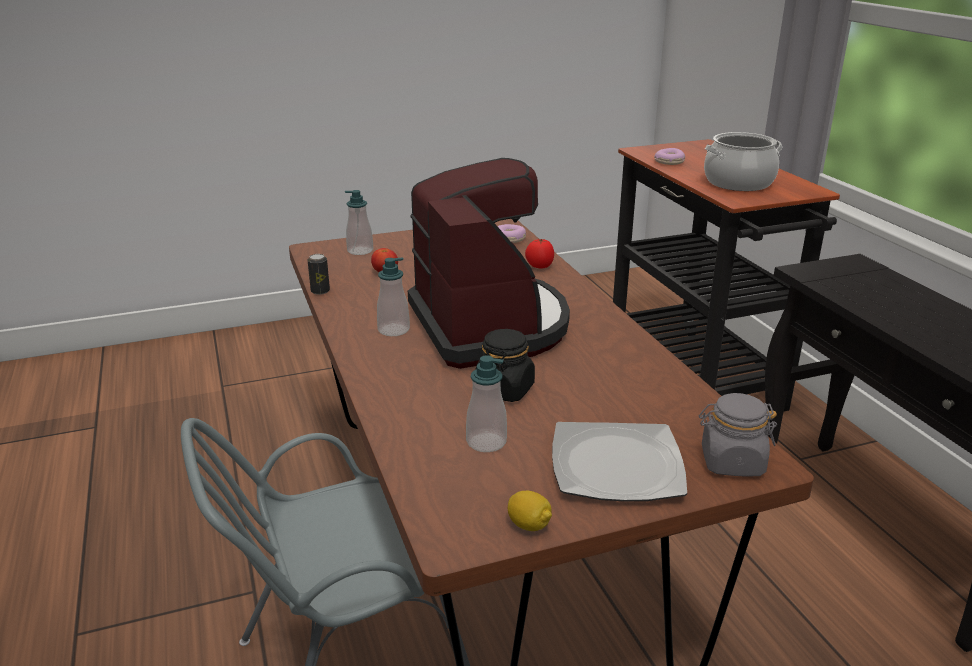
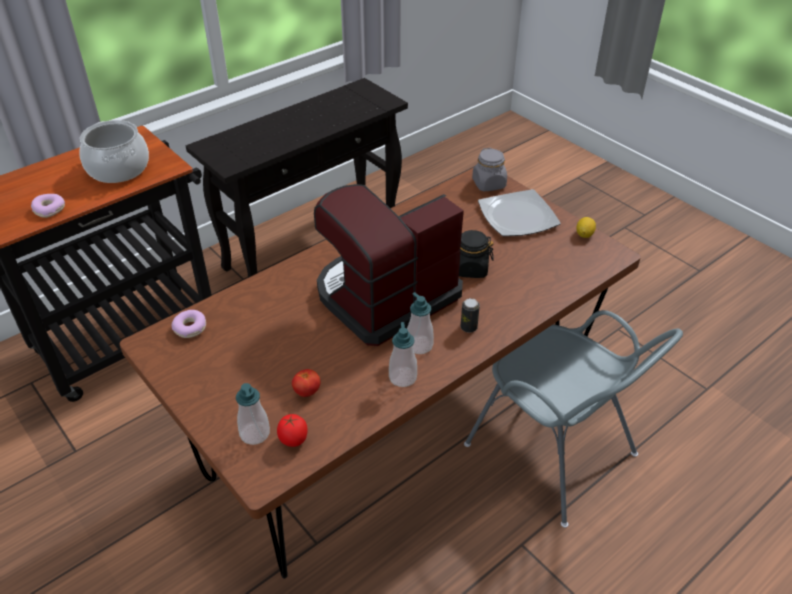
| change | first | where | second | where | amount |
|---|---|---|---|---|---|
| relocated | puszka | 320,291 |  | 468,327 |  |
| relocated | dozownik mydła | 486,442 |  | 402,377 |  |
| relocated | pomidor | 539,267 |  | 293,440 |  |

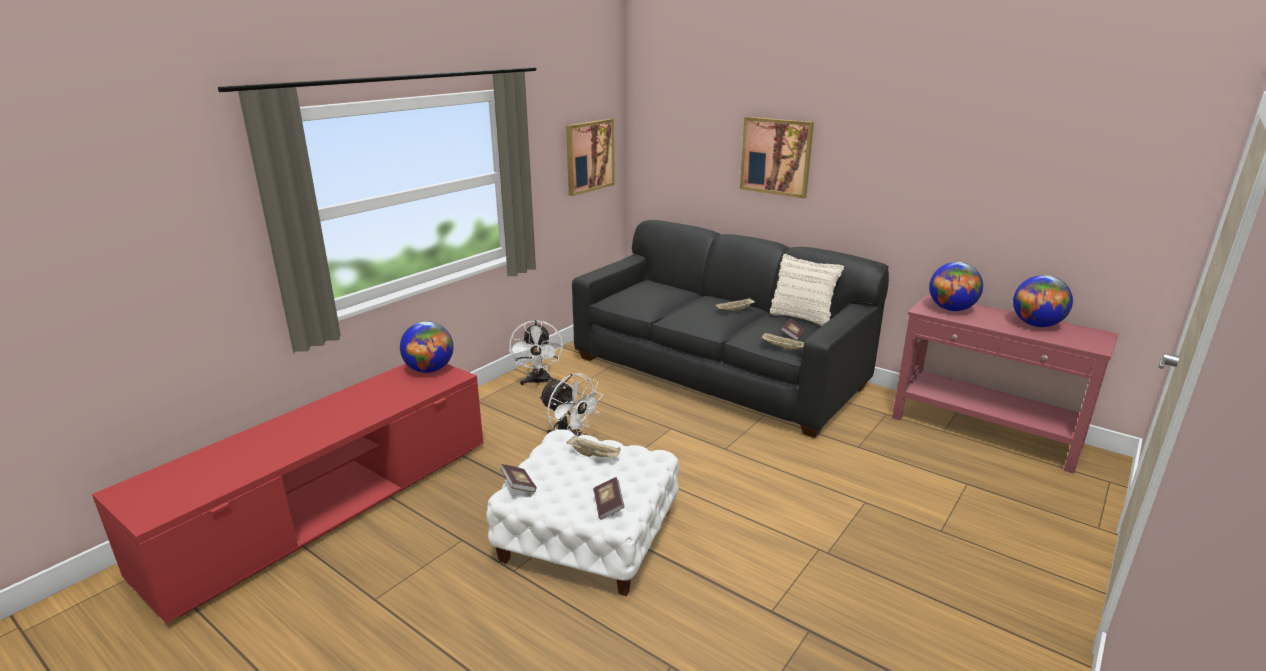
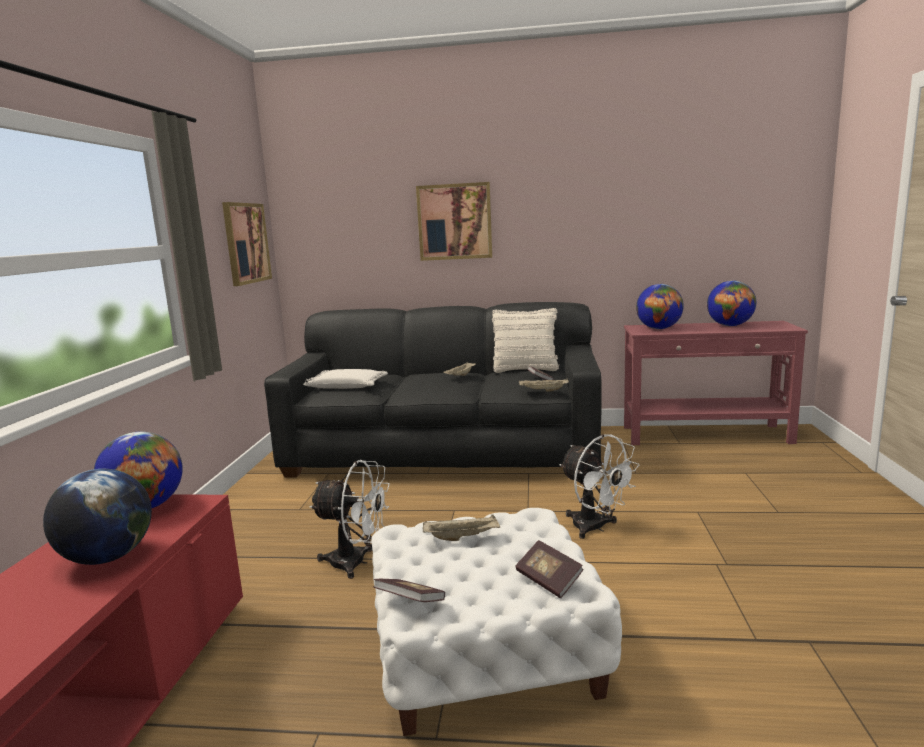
| change | first | where | second | where | amount |
|---|---|---|---|---|---|
| appeared |  |  | globus | 107,558 |  |
| appeared |  |  | poduszka (biały) | 347,384 |  |
| relocated | wentylator (biały) | 538,382 |  | 595,528 |  |

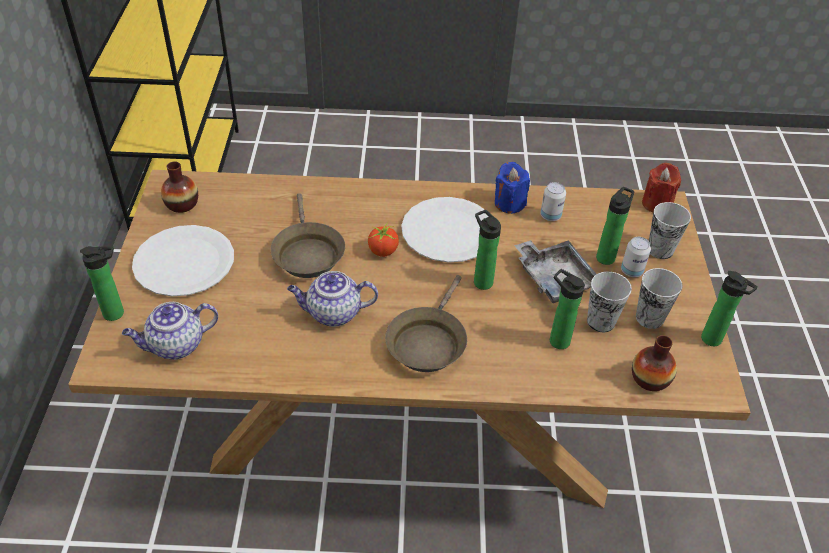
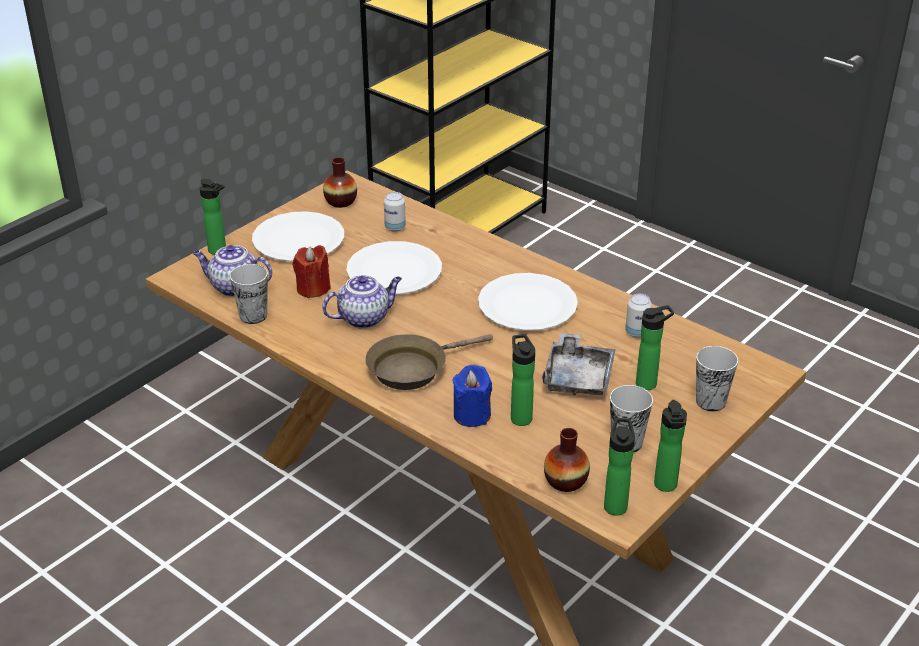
| change | first | where | second | where | amount |
|---|---|---|---|---|---|
| missing | pomidor | 383,251 |  |  |  |
| relocated | butelka | 481,280 |  | 615,504 |  |
| relocated | świeca (niebieski) | 509,203 |  | 472,415 |  |
| relocated | filiżanka | 601,321 |  | 253,316 |  |
| relocated | puszka | 631,271 |  | 395,227 |  |
| relocated | świeca (czerwony) | 657,204 |  | 313,289 |  |
| exchanged | patelnia (brązowy) | 307,253 | talerz (biały) | 394,271 |  |
| spun | imbryk | 333,313 |  | 364,318 | 120 degrees clockwise |

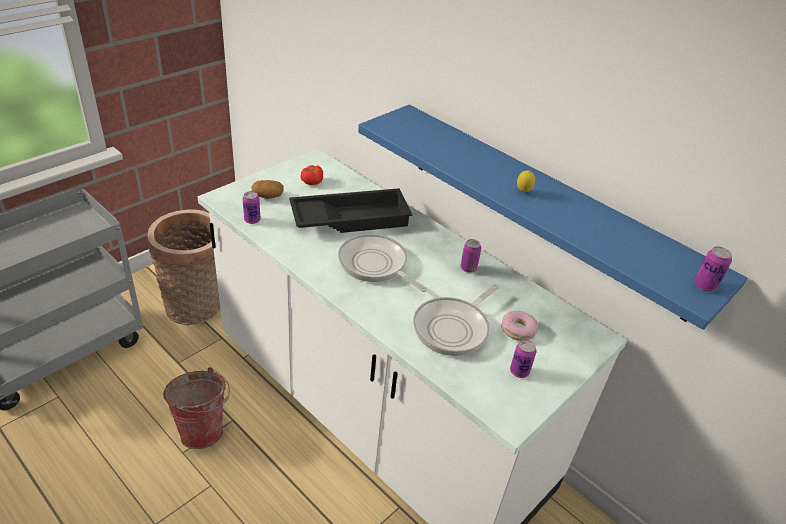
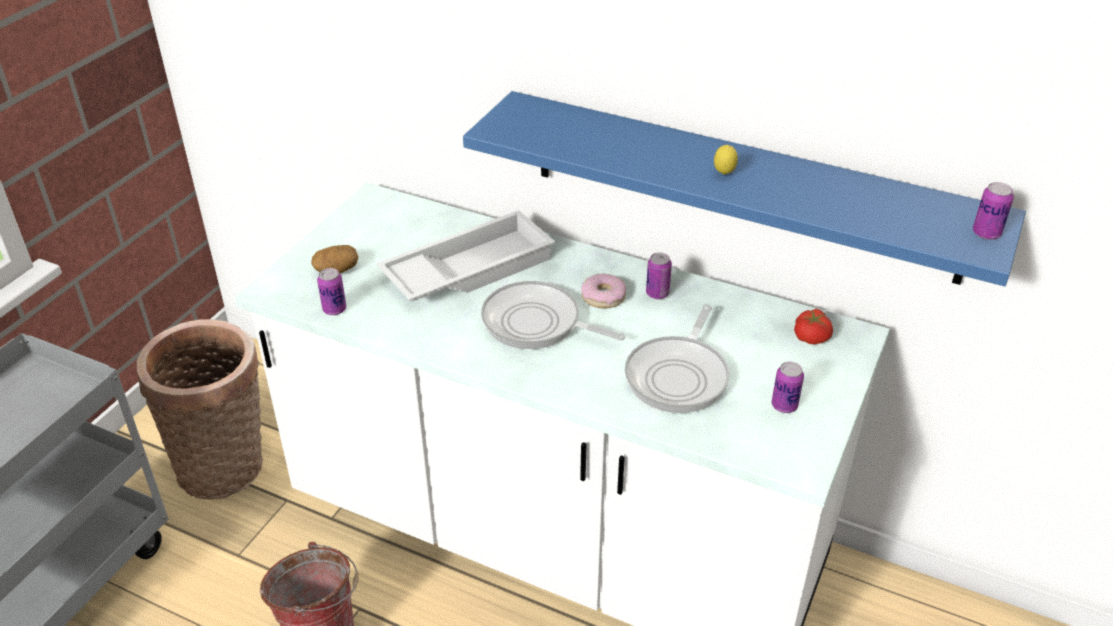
| change | first | where | second | where | amount |
|---|---|---|---|---|---|
| relocated | pomidor | 312,182 |  | 812,337 |  |
| relocated | donut | 518,330 |  | 603,297 |  |
| colour | taca (czarny) | 350,217 | taca (biały) | 468,268 |  |

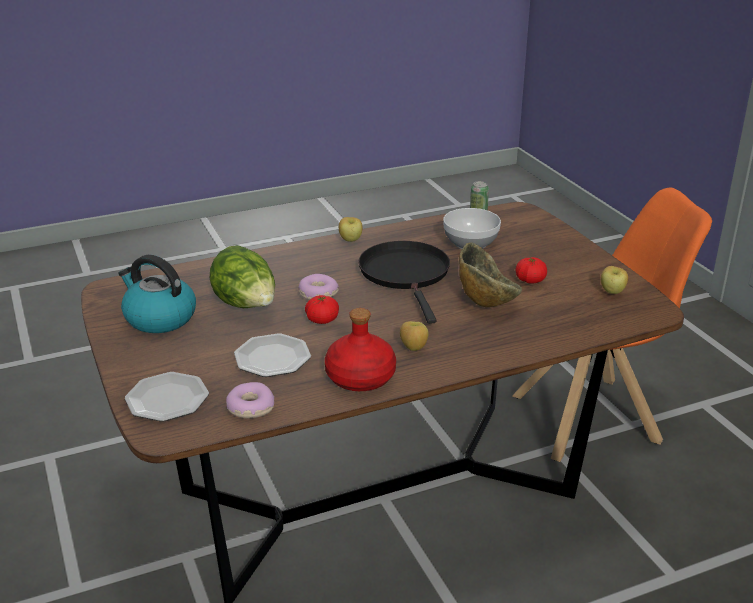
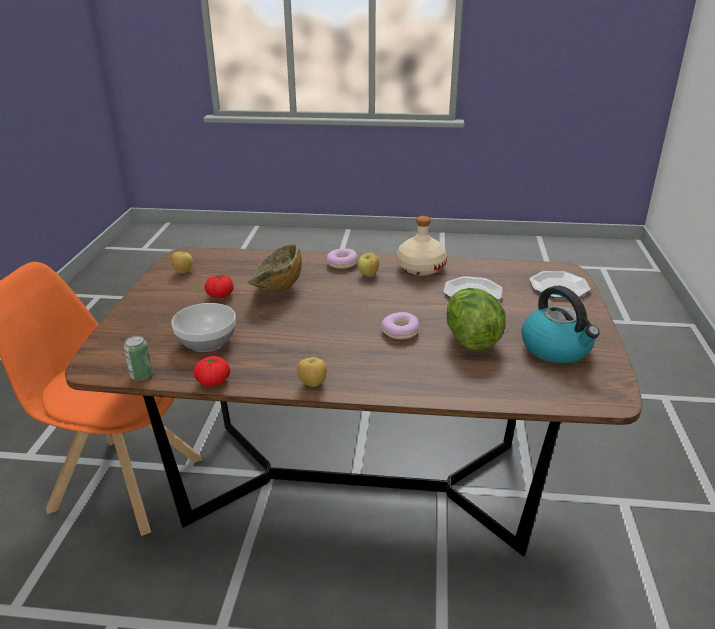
| change | first | where | second | where | amount |
|---|---|---|---|---|---|
| missing | patelnia (czarny) | 406,274 |  |  |  |
| relocated | donut | 250,407 |  | 342,264 |  |
| relocated | pomidor | 322,320 |  | 213,381 |  |
| colour | butelka (czerwony) | 361,377 | butelka (beżowy) | 420,268 |  |

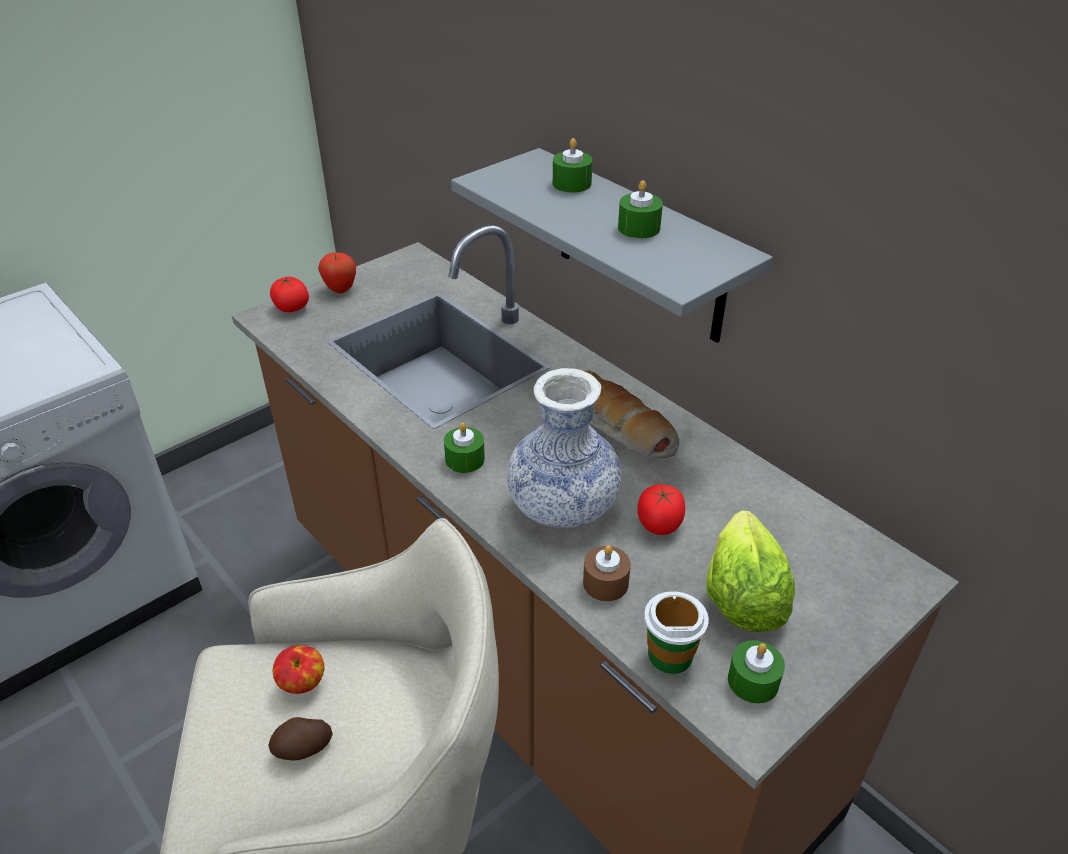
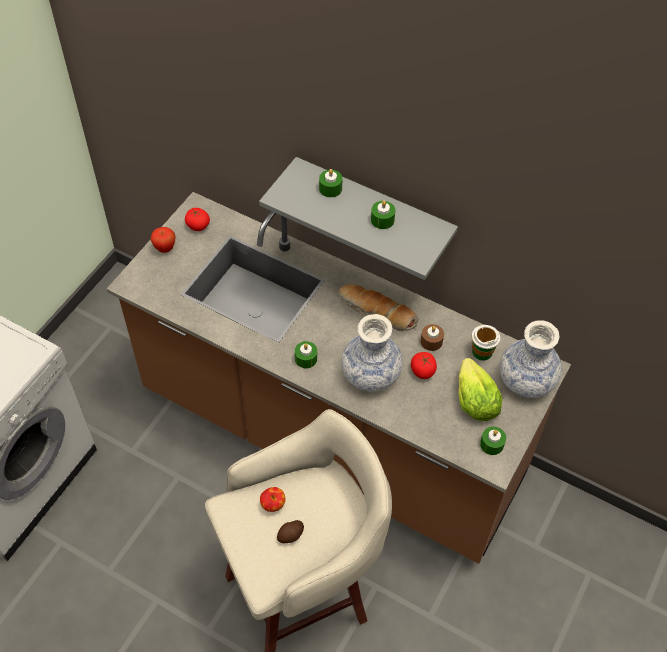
| change | first | where | second | where | amount |
|---|---|---|---|---|---|
| appeared |  |  | wazon | 526,380 |  |
| relocated | pomidor | 291,308 |  | 198,226 |  |
| relocated | świeca (brązowy) | 605,583 |  | 431,341 |  |
| relocated | filiżanka | 670,655 |  | 482,352 |  |

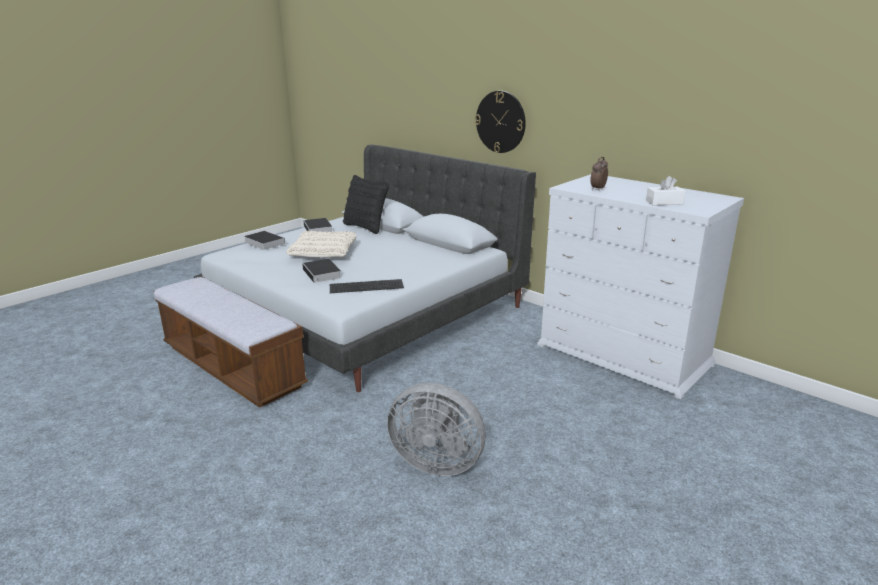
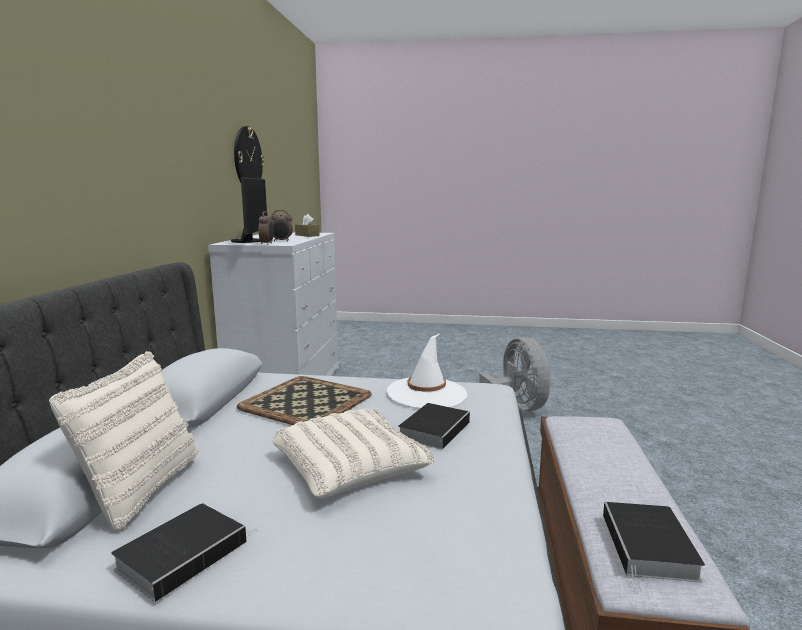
| change | first | where | second | where | amount |
|---|---|---|---|---|---|
| appeared |  |  | monitor | 250,241 |  |
| appeared |  |  | taca | 307,401 |  |
| appeared |  |  | budzik | 267,244 |  |
| relocated | książka | 263,242 |  | 650,548 |  |
| relocated | zegar ścienny | 500,122 |  | 247,159 |  |
| exchanged | klawiatura | 367,286 | kapelusz (biały) | 427,393 |  |
| colour | poduszka (czarny) | 366,228 | poduszka (beżowy) | 142,491 |  |
| colour | pudełko chusteczek (biały) | 664,202 | pudełko chusteczek (brązowy) | 307,235 |  |

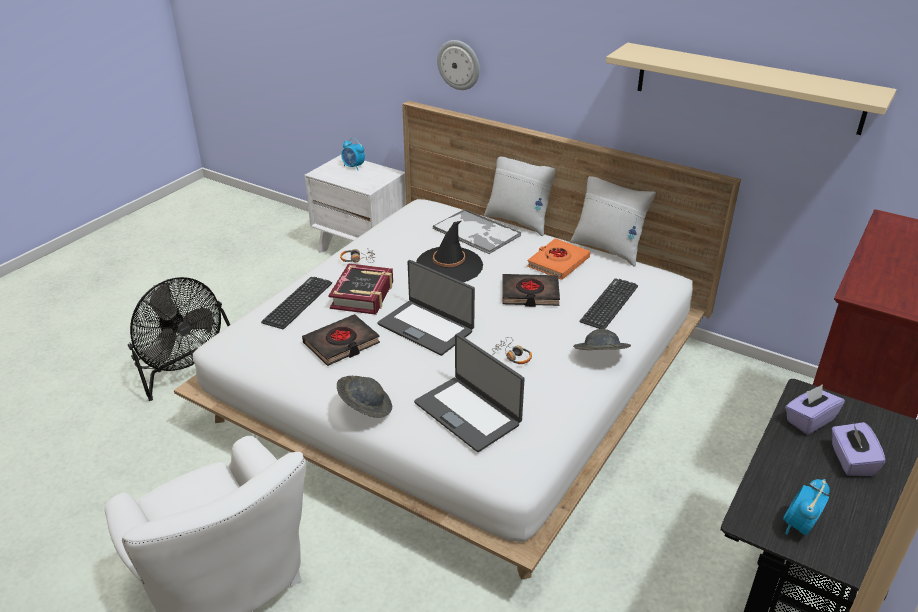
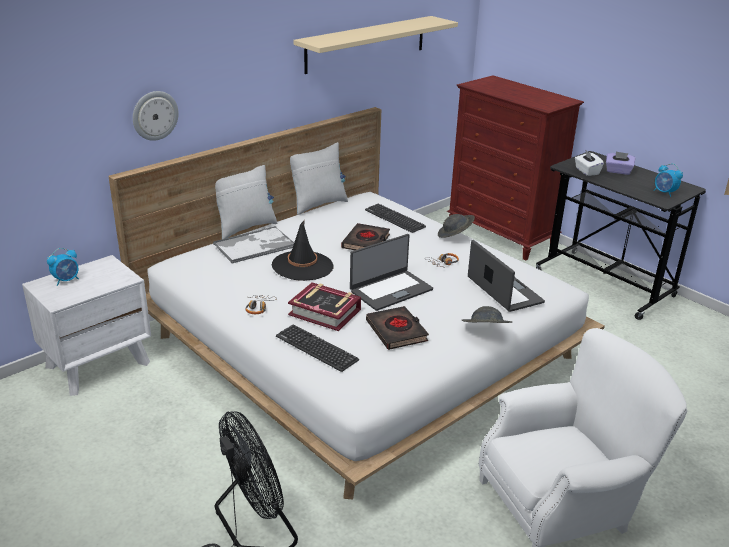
| change | first | where | second | where | amount |
|---|---|---|---|---|---|
| missing | książka (pomarańczowy) | 558,262 |  |  |  |
| colour | pudełko chusteczek (fioletowy) | 809,420 | pudełko chusteczek (biały) | 586,171 |  |
| spun | laptop | 468,413 |  | 503,291 | 90 degrees counterclockwise |

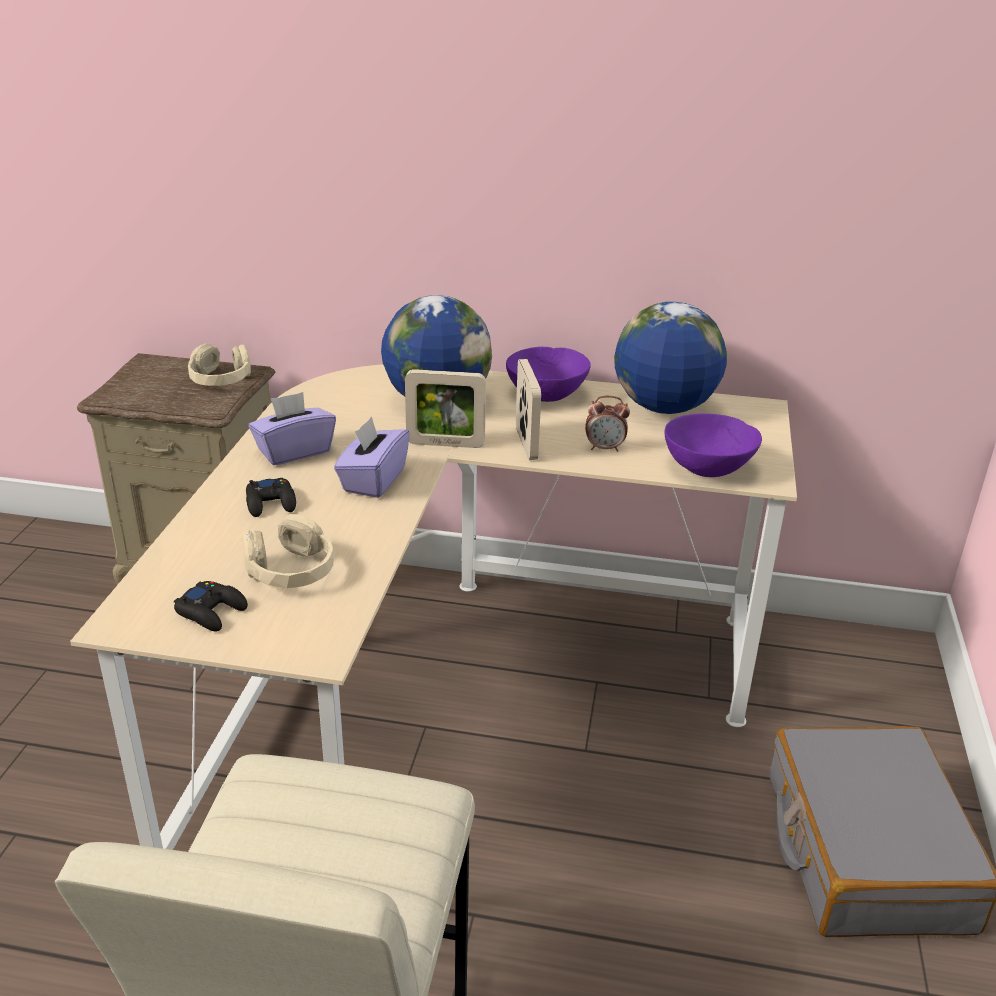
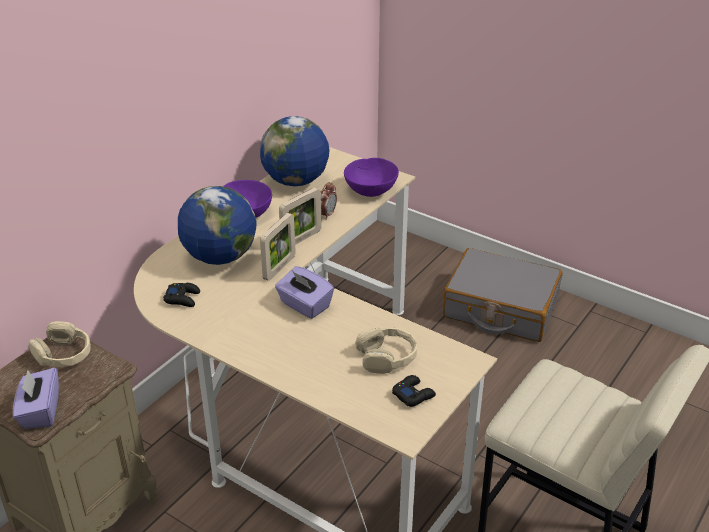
| change | first | where | second | where | amount |
|---|---|---|---|---|---|
| relocated | pad do gier (czarny) | 271,503 |  | 183,298 |  |
| relocated | pudełko chusteczek (fioletowy) | 294,451 |  | 40,411 |  |
| spun | ramka na zdjęcie | 526,443 |  | 301,239 | 120 degrees clockwise |

